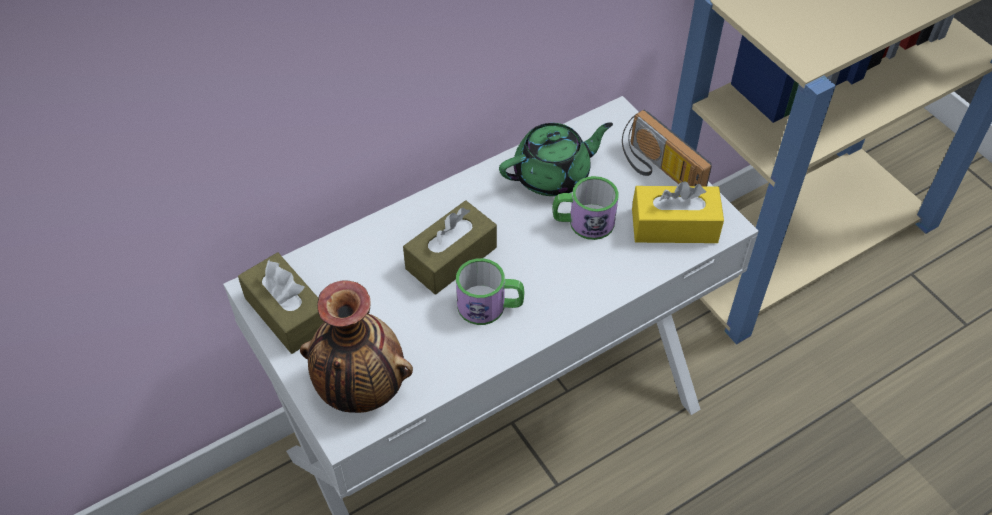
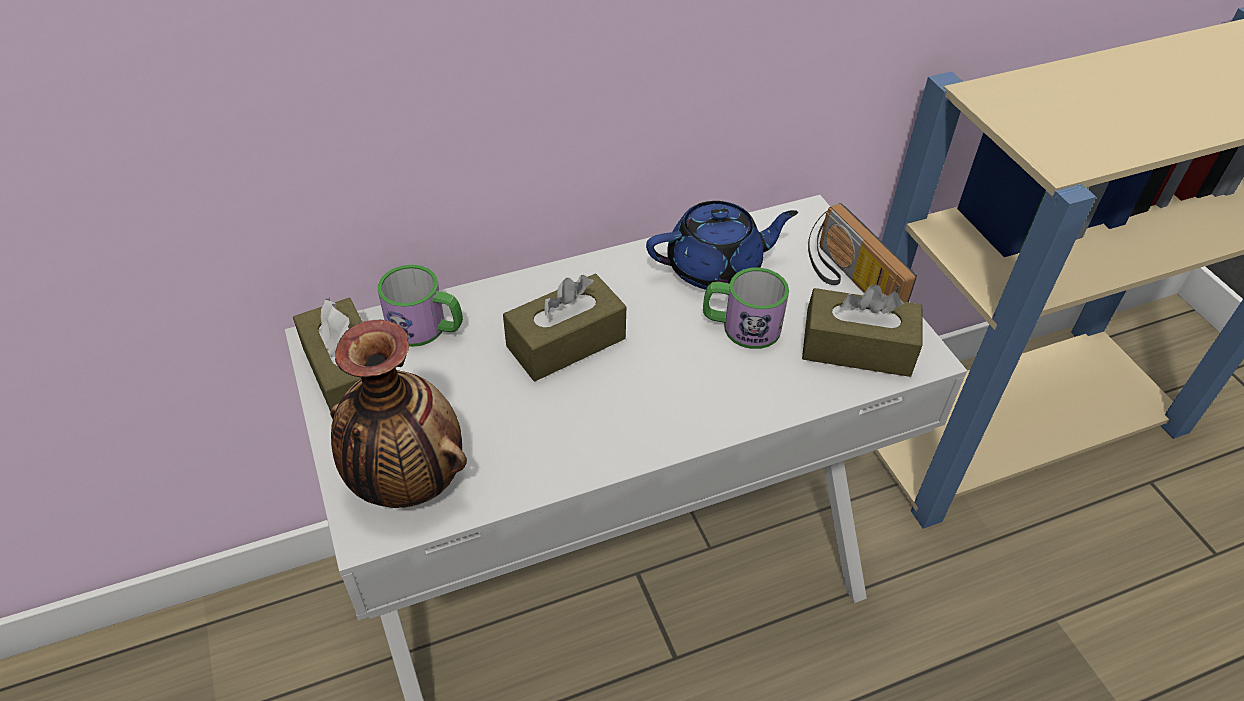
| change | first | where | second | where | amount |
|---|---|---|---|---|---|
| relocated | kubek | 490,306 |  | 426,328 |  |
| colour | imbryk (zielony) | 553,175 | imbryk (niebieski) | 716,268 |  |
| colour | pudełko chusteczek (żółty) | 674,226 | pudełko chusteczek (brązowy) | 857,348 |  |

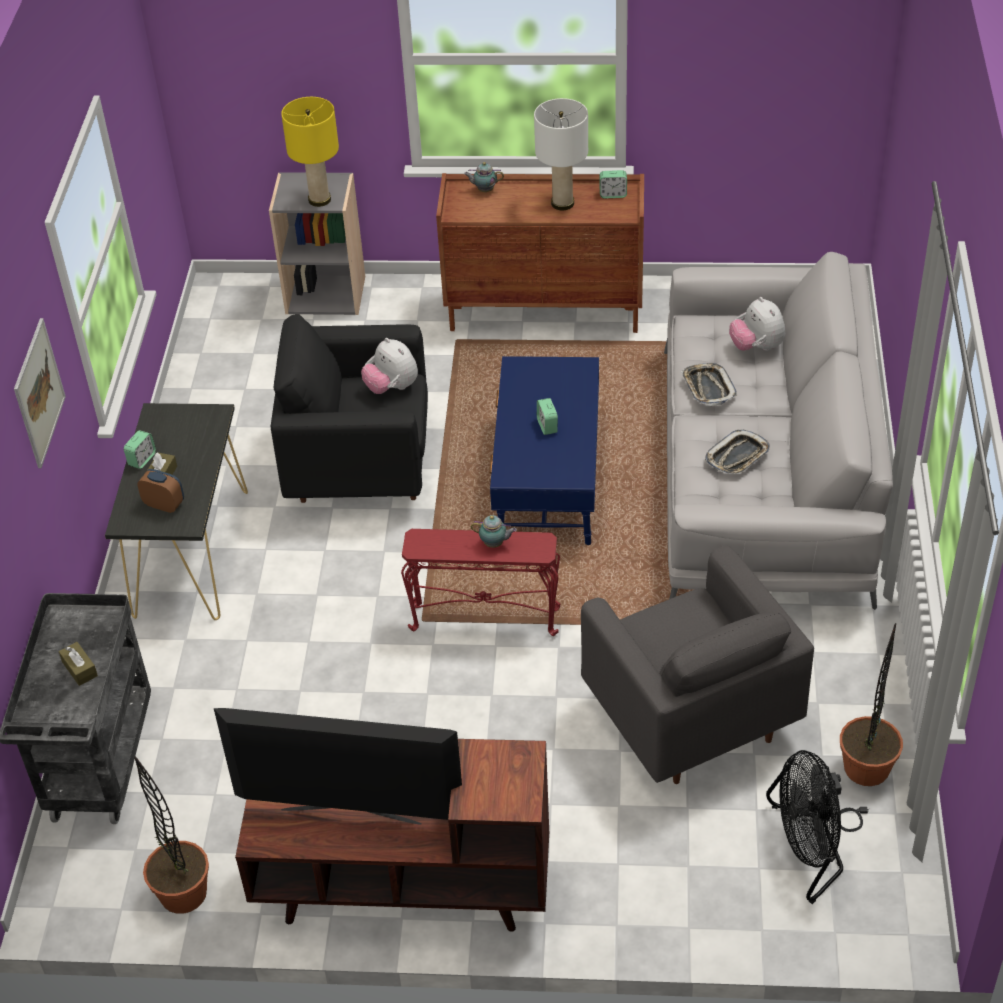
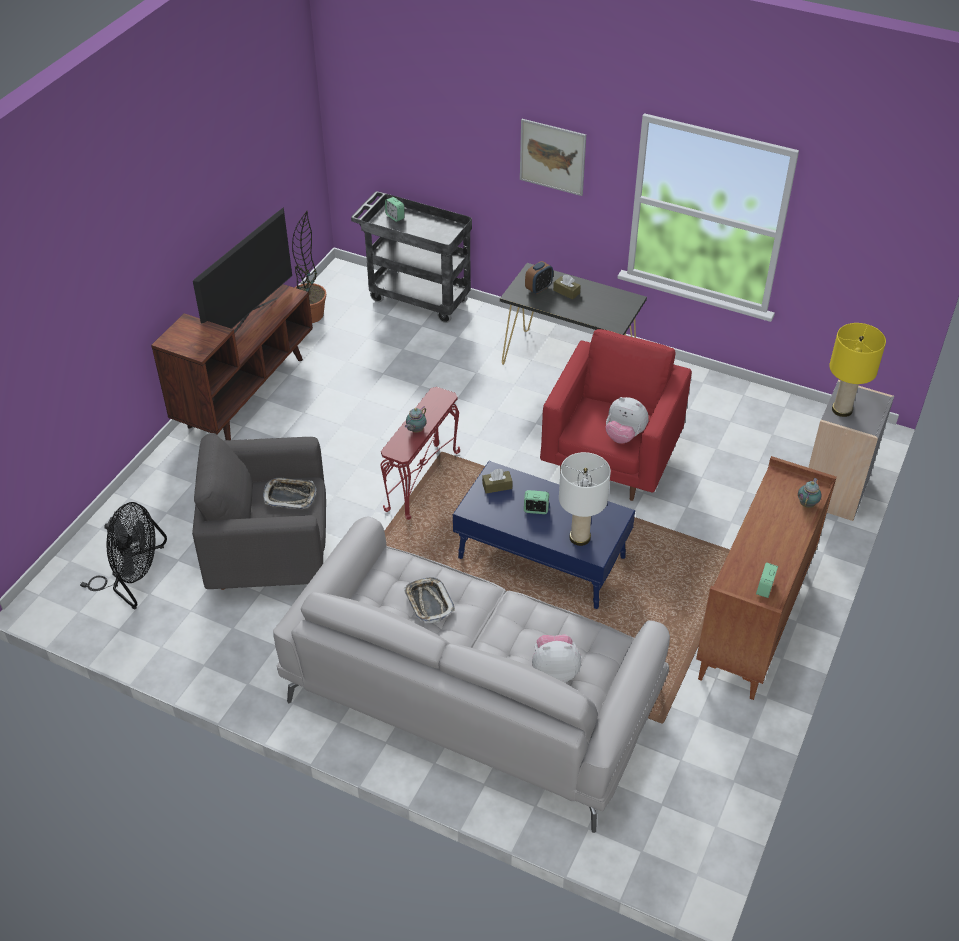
| change | first | where | second | where | amount |
|---|---|---|---|---|---|
| missing | roślina doniczkowa | 866,768 |  |  |  |
| relocated | pudełko chusteczek (brązowy) | 79,669 |  | 497,486 |  |
| relocated | budzik | 142,459 |  | 395,217 |  |
| relocated | lampa stołowa (biały) | 562,203 |  | 579,537 |  |
| relocated | taca | 708,387 |  | 290,496 |  |
| colour | fotel (czarny) | 359,466 | fotel (czerwony) | 611,459 |  |
| spun | pluszak | 392,387 |  | 624,436 | 135 degrees counterclockwise |
| spun | wentylator (czarny) | 814,844 |  | 131,577 | 90 degrees clockwise |

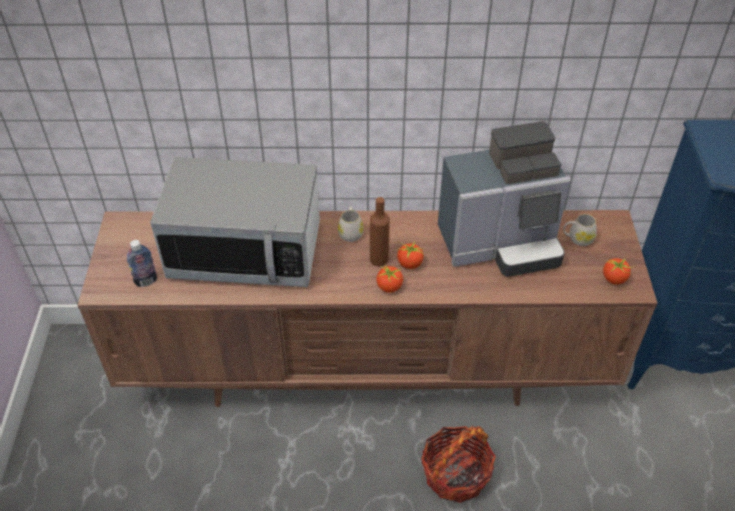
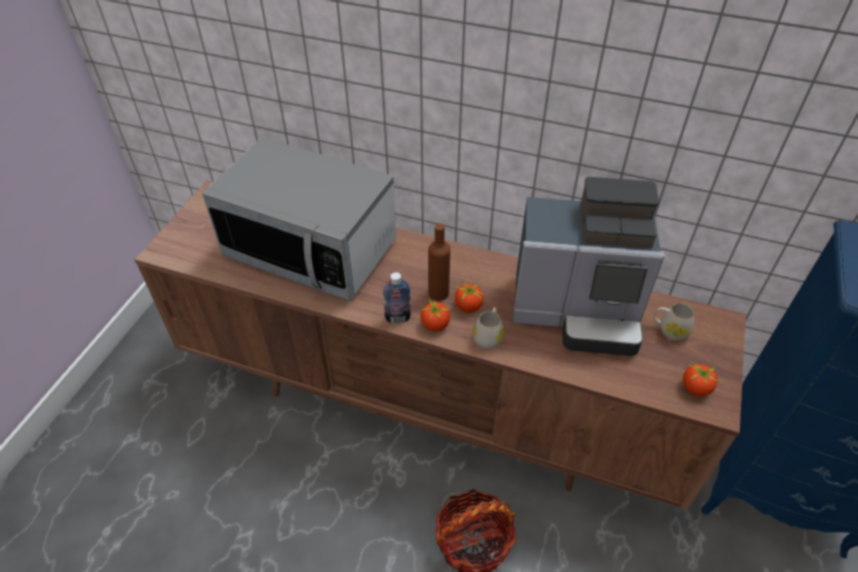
| change | first | where | second | where | amount |
|---|---|---|---|---|---|
| relocated | butelka | 146,281 |  | 398,318 |  |
| relocated | kubek (biały) | 350,232 |  | 488,336 |  |

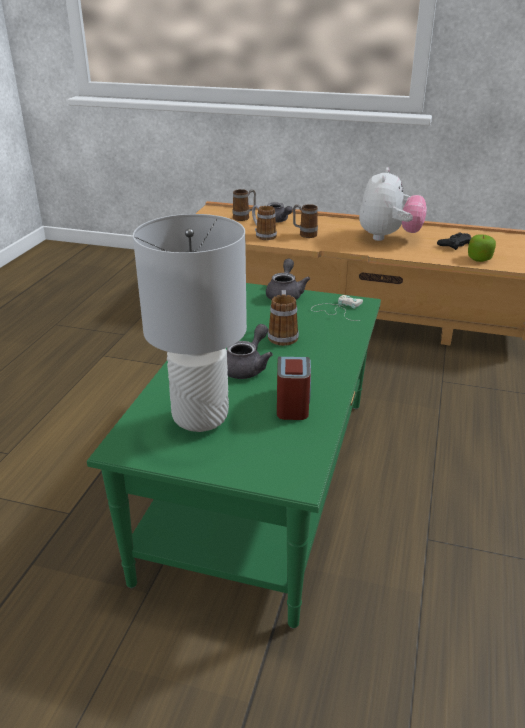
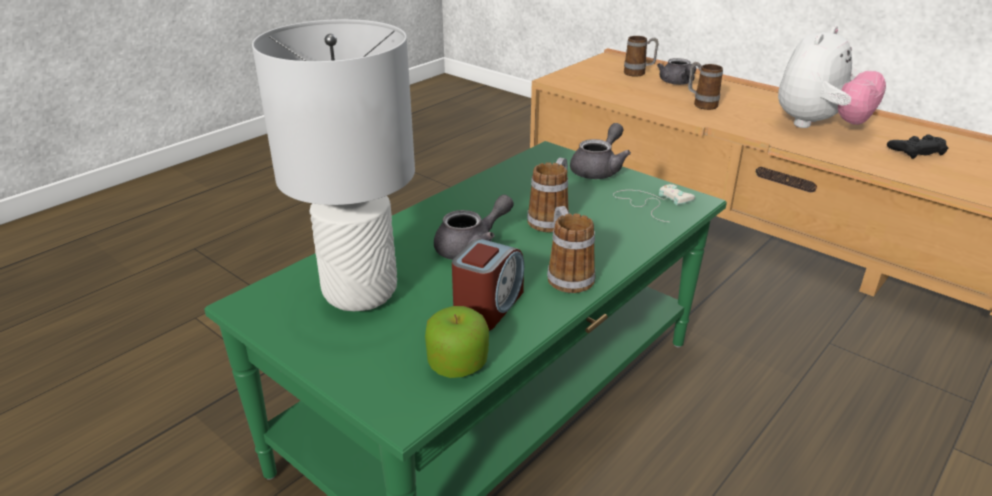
| change | first | where | second | where | amount |
|---|---|---|---|---|---|
| relocated | kubek | 263,235 |  | 566,275 |  |
| relocated | jabłko | 479,259 |  | 458,364 |  |

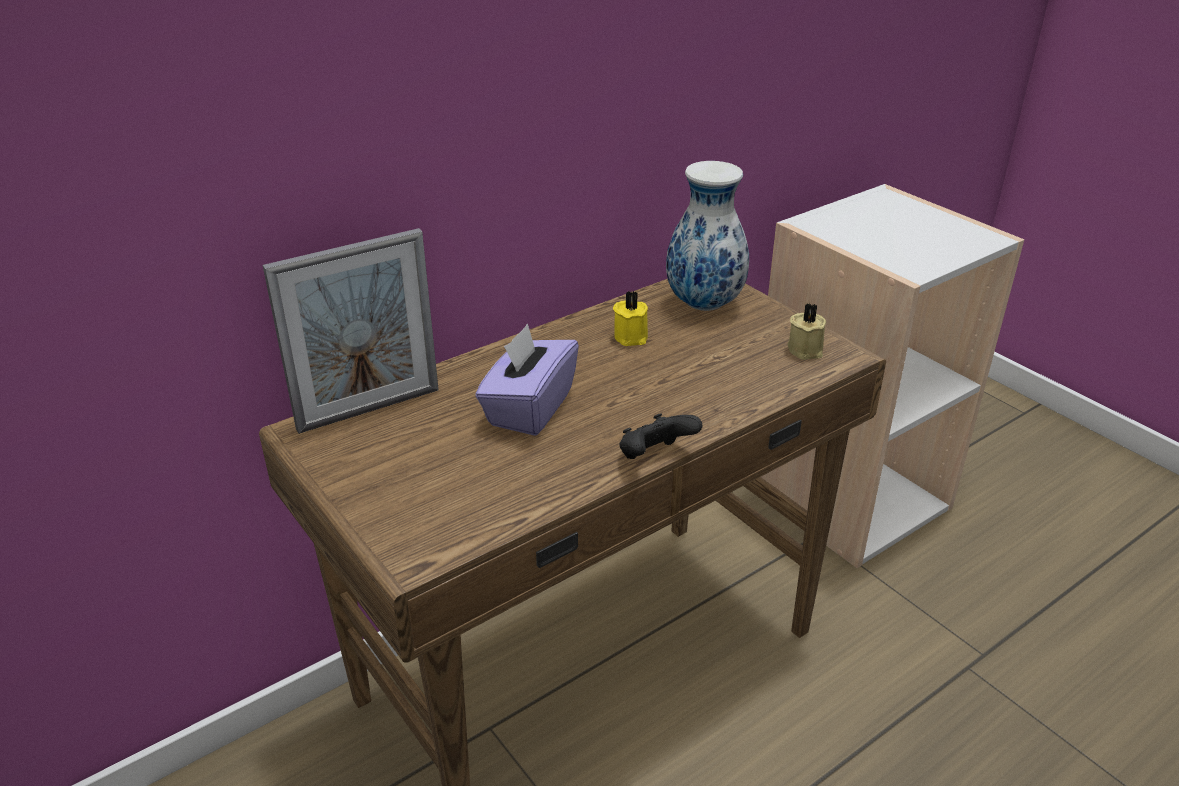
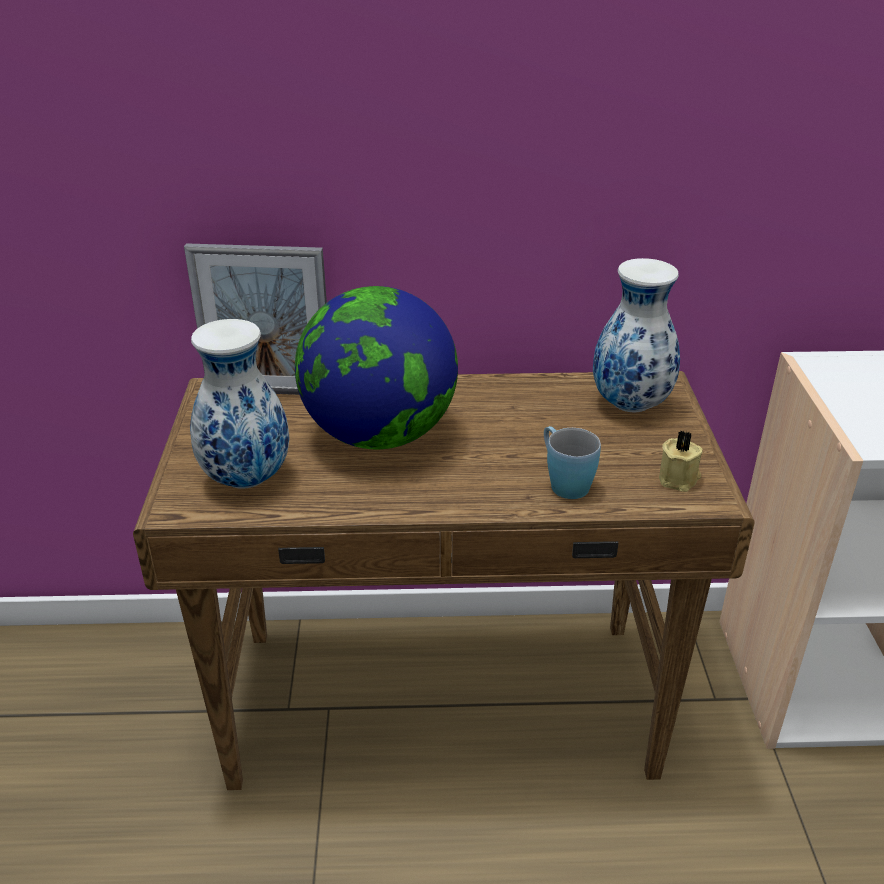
| change | first | where | second | where | amount |
|---|---|---|---|---|---|
| missing | świeca (żółty) | 632,336 |  |  |  |
| missing | pad do gier (czarny) | 655,457 |  |  |  |
| appeared |  |  | wazon | 246,478 |  |
| appeared |  |  | kubek (niebieski) | 563,482 |  |
| exchanged | pudełko chusteczek (fioletowy) | 529,408 | globus | 379,435 |  |

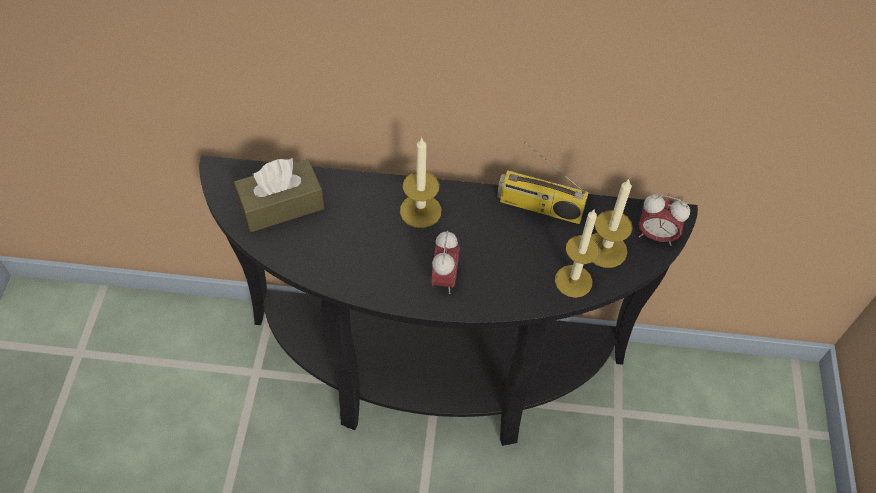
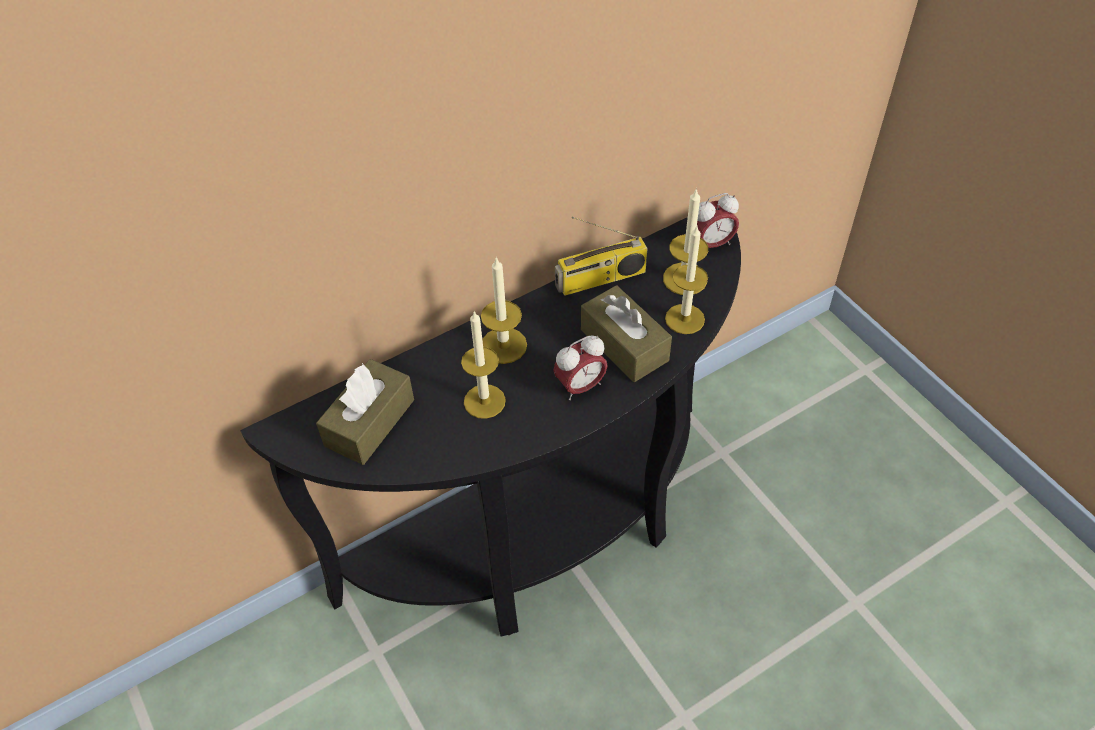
| change | first | where | second | where | amount |
|---|---|---|---|---|---|
| appeared |  |  | świeca | 484,401 |  |
| appeared |  |  | pudełko chusteczek (brązowy) | 624,345 |  |
| spun | budzik | 444,279 |  | 580,387 | 90 degrees clockwise |

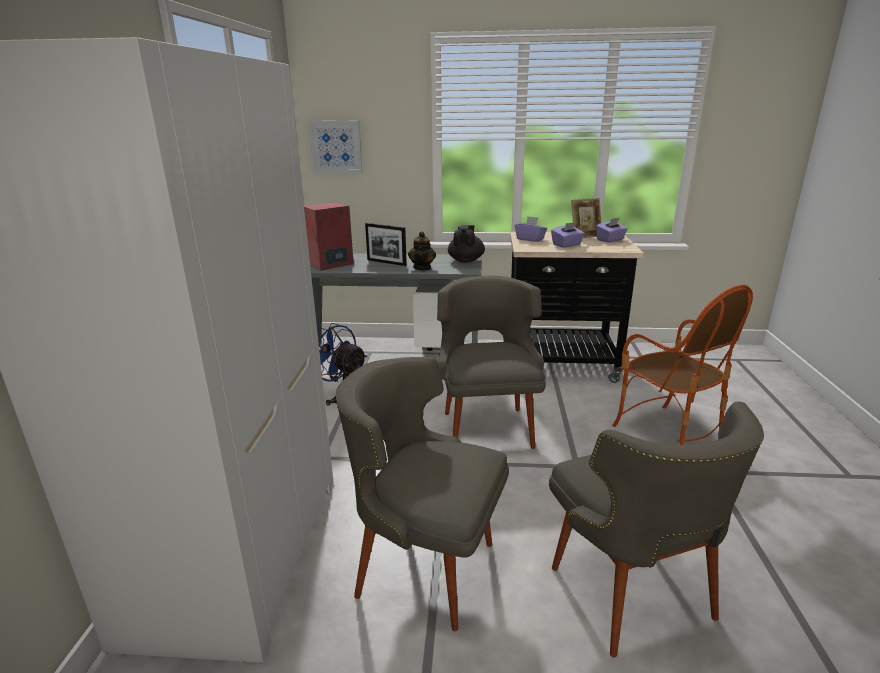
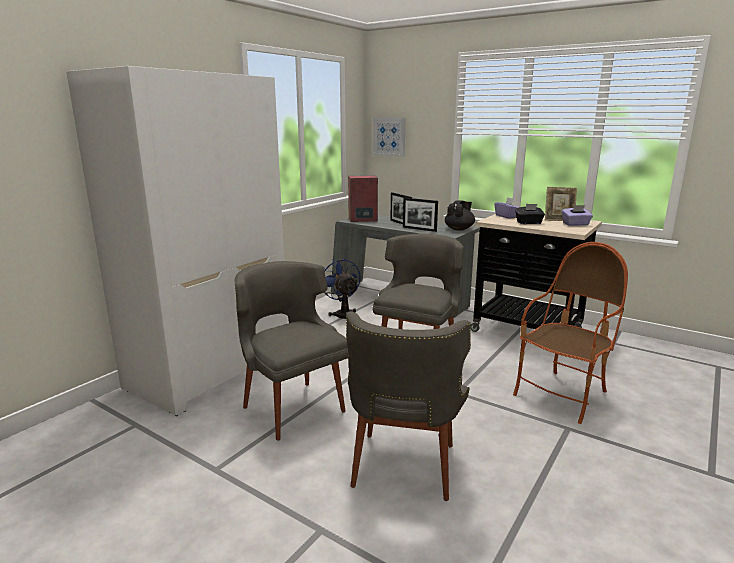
| change | first | where | second | where | amount |
|---|---|---|---|---|---|
| exchanged | imbryk | 422,268 | ramka na zdjęcie | 419,229 |  |
| colour | pudełko chusteczek (fioletowy) | 567,245 | pudełko chusteczek (czarny) | 529,223 |  |
| spun | fotel | 667,433 |  | 562,395 | 135 degrees counterclockwise |

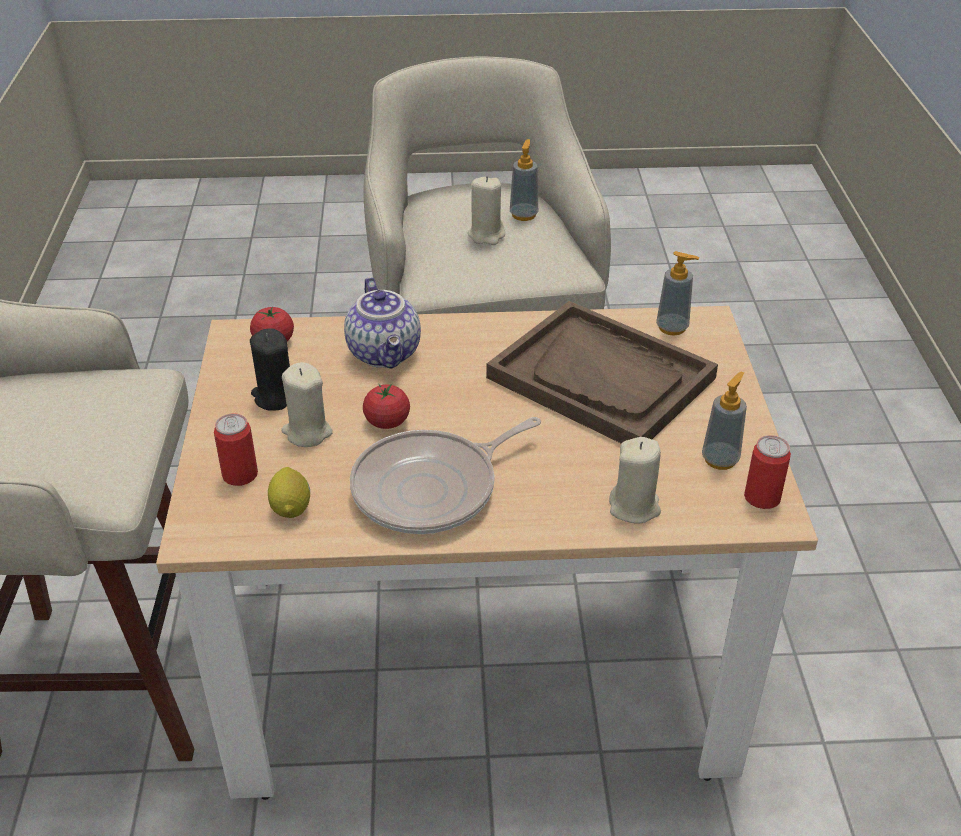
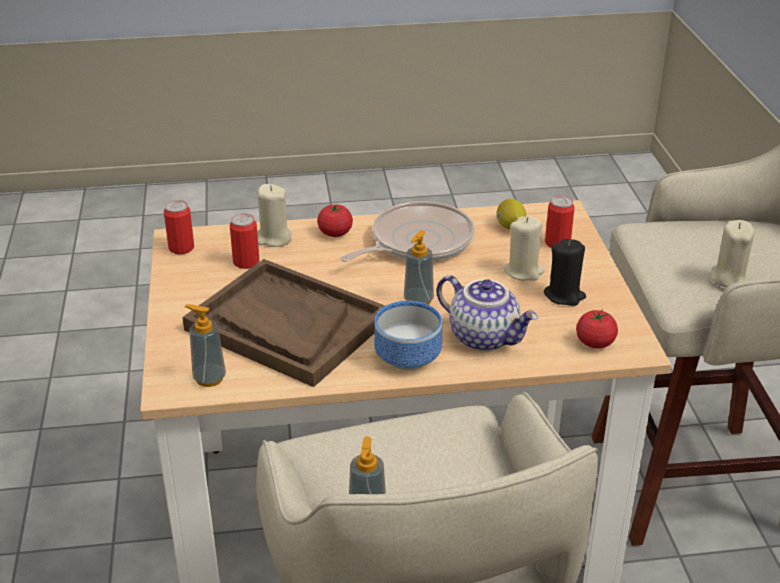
| change | first | where | second | where | amount |
|---|---|---|---|---|---|
| appeared |  |  | puszka | 246,262 |  |
| appeared |  |  | miska | 408,356 |  |
| relocated | pomidor | 387,421 |  | 335,233 |  |
| relocated | świeca (beżowy) | 486,235 |  | 728,278 |  |
| relocated | dozownik mydła | 720,459 |  | 418,301 |  |
| spun | imbryk | 386,353 |  | 485,337 | 150 degrees clockwise |

